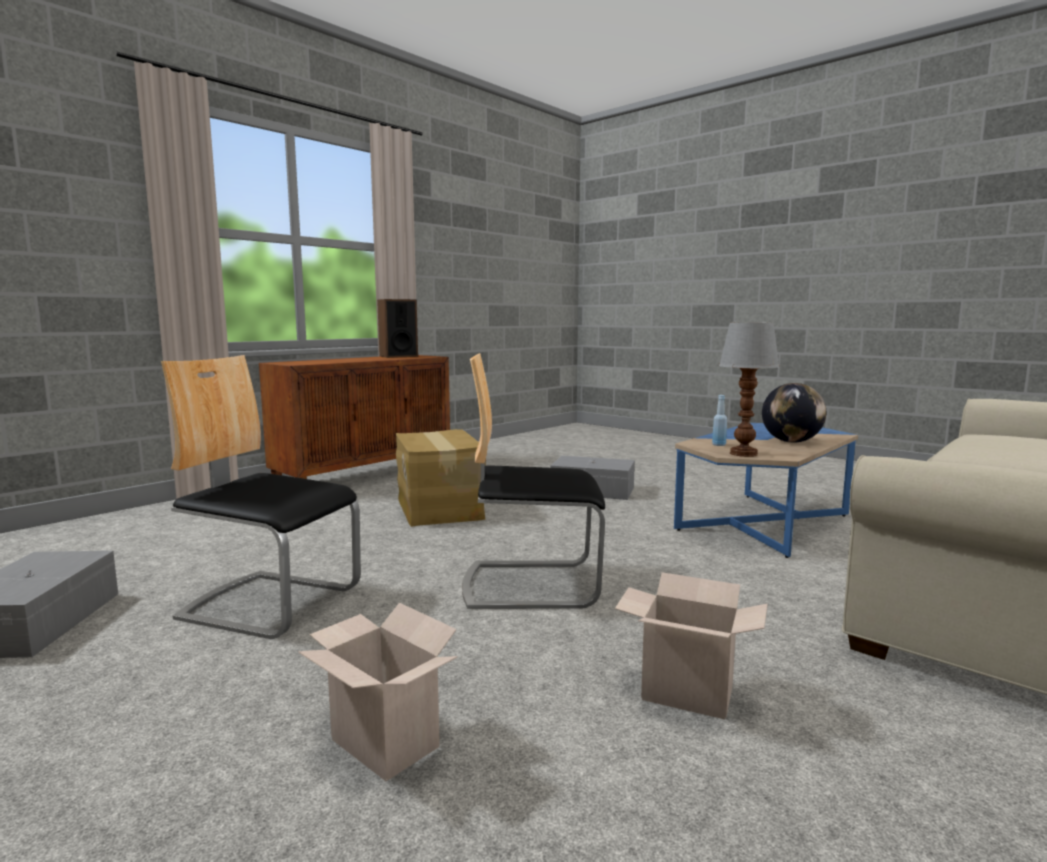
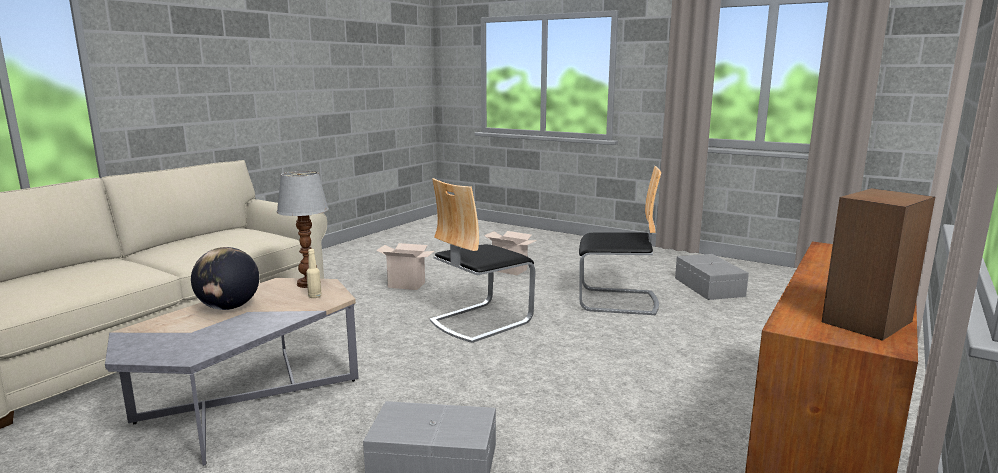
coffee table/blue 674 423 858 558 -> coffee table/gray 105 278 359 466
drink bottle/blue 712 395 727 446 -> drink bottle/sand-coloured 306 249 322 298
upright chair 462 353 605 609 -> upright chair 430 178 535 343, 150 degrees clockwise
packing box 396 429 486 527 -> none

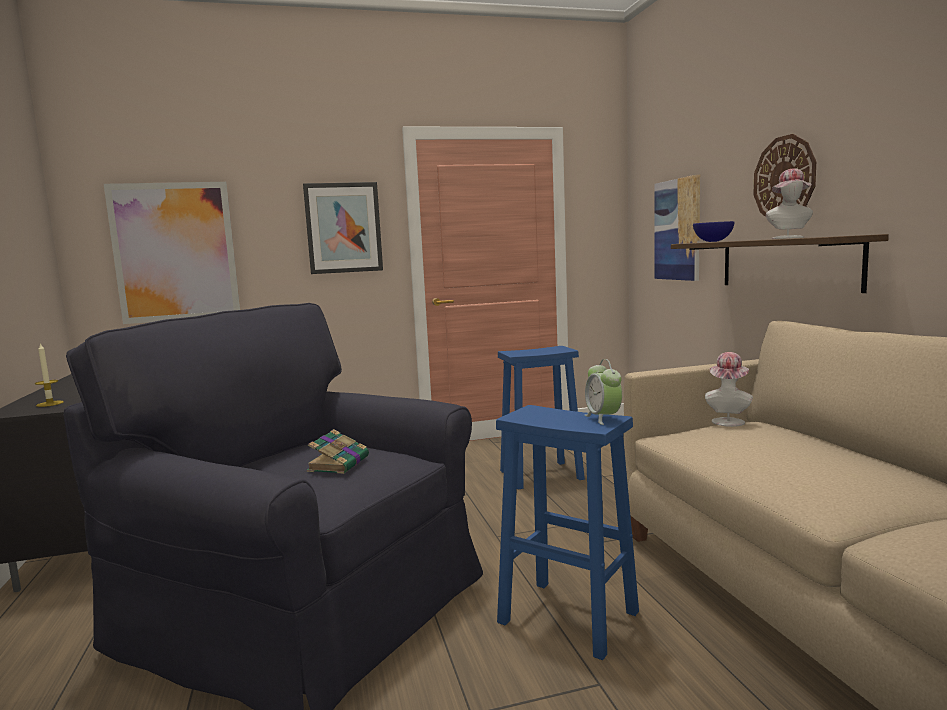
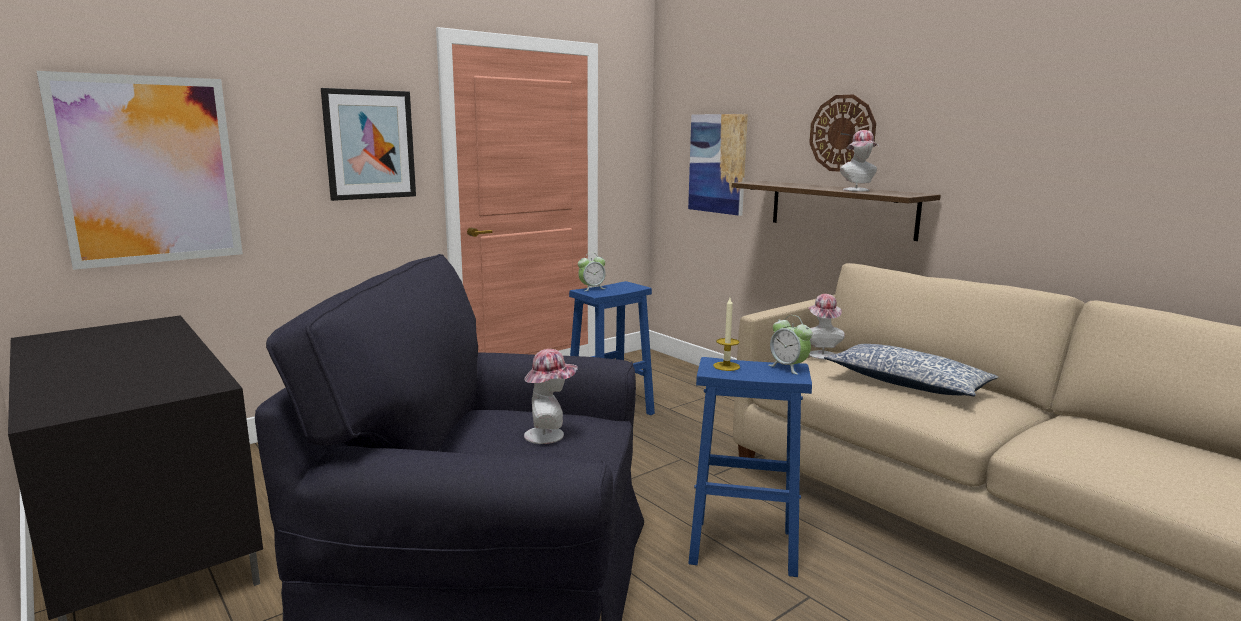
volume 307 429 369 474 -> clothing hat 524 349 578 444
none -> bedside clock 578 253 606 291
wax candle 35 343 64 407 -> wax candle 713 298 740 371, shifted
none -> cushion 824 344 999 397
serving bowl/blue 693 221 734 242 -> none

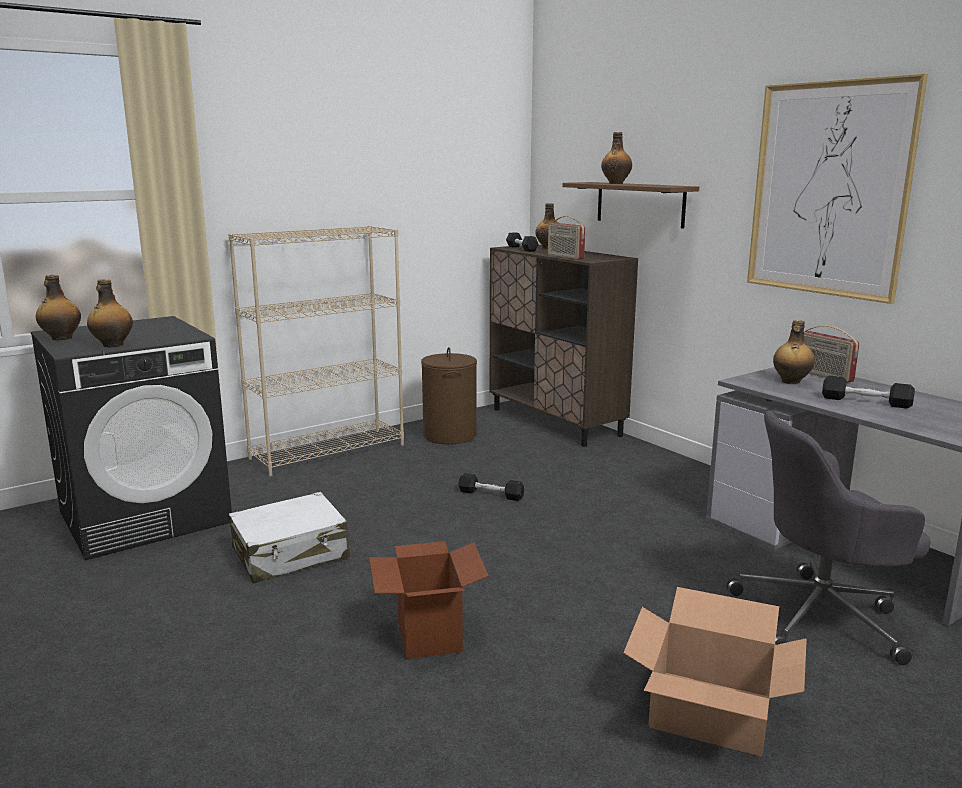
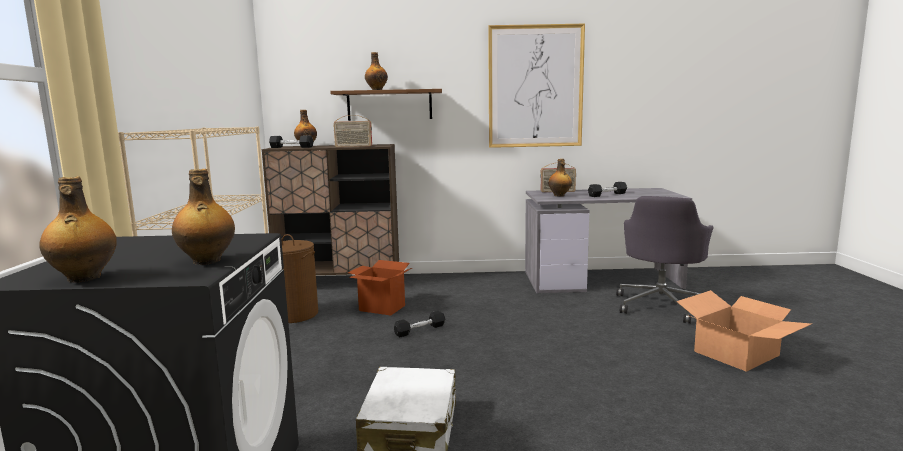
packing box 369 541 489 659 -> packing box 348 260 412 316, shifted

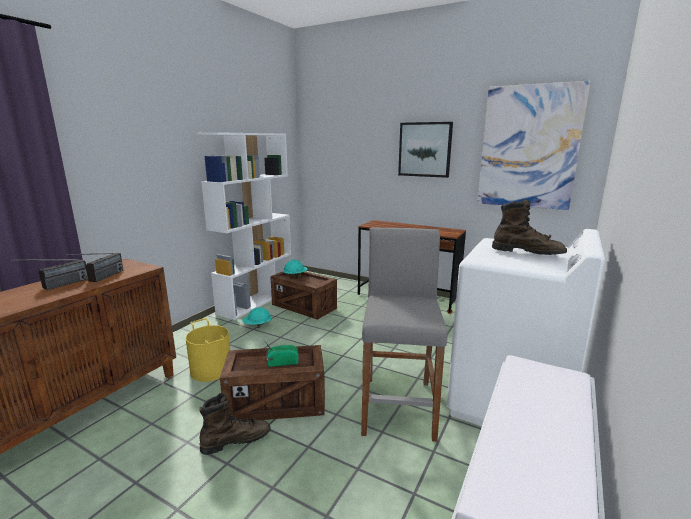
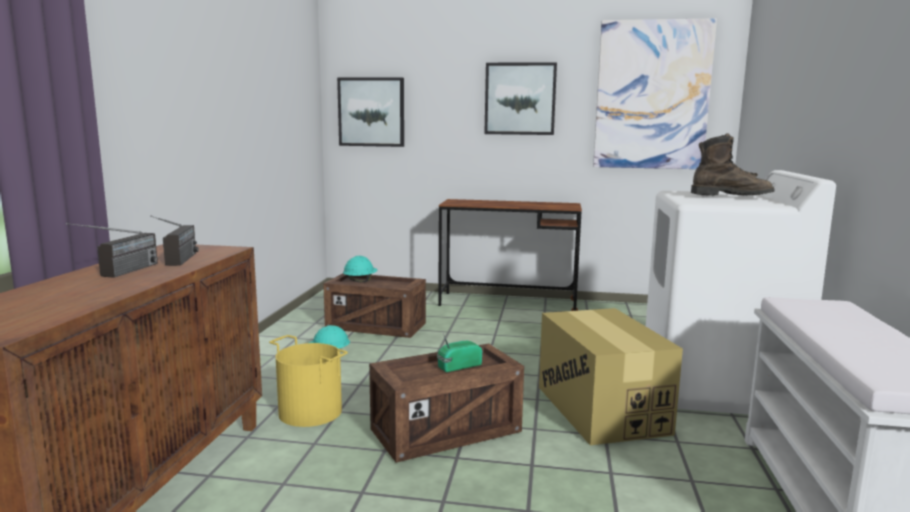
none -> wall art 337 78 404 147
sitting stool/gray 361 227 448 442 -> packing box 539 308 683 445
shelving unit/white-coloured 196 132 291 320 -> none
high-top boot/brownish 199 393 271 455 -> none

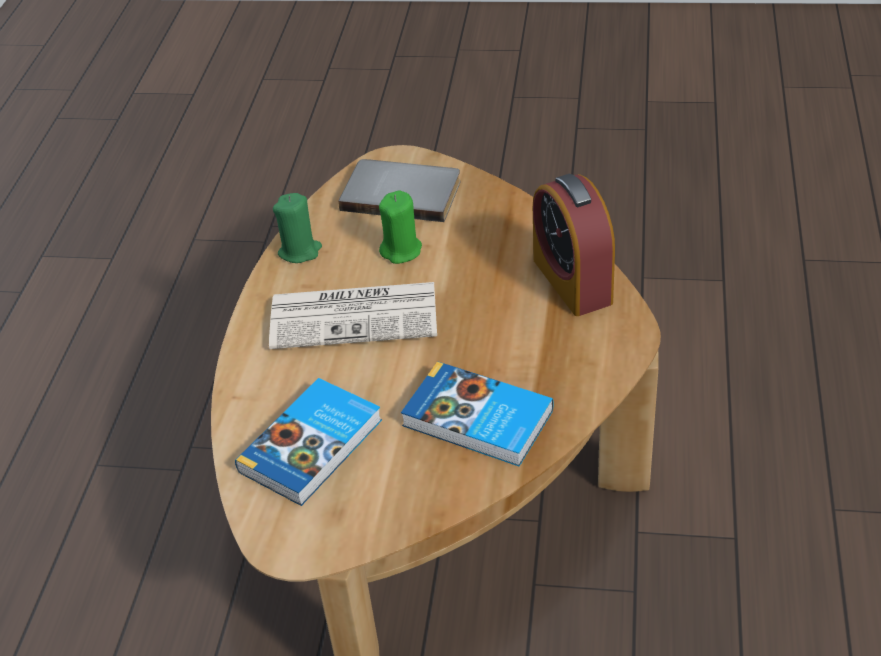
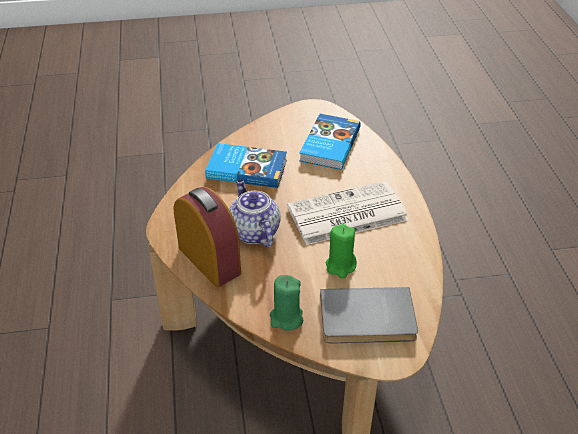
none -> pot for tea 229 179 281 248
wax candle/green-coloured 273 193 322 263 -> wax candle/green-coloured 270 275 303 331, shifted

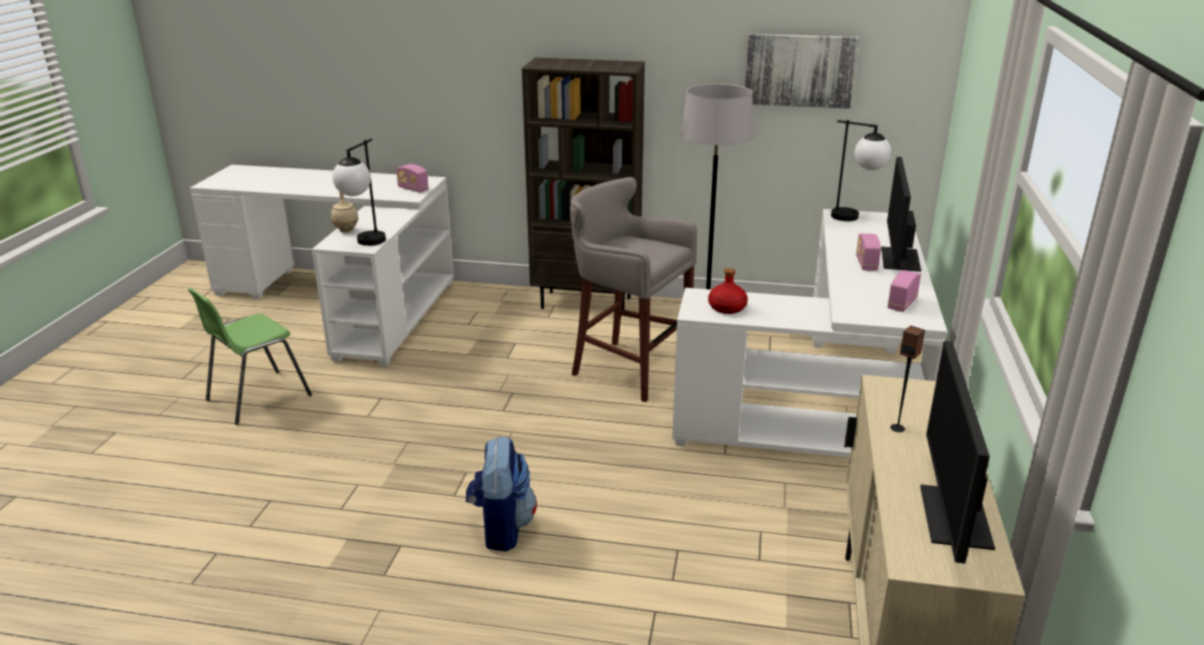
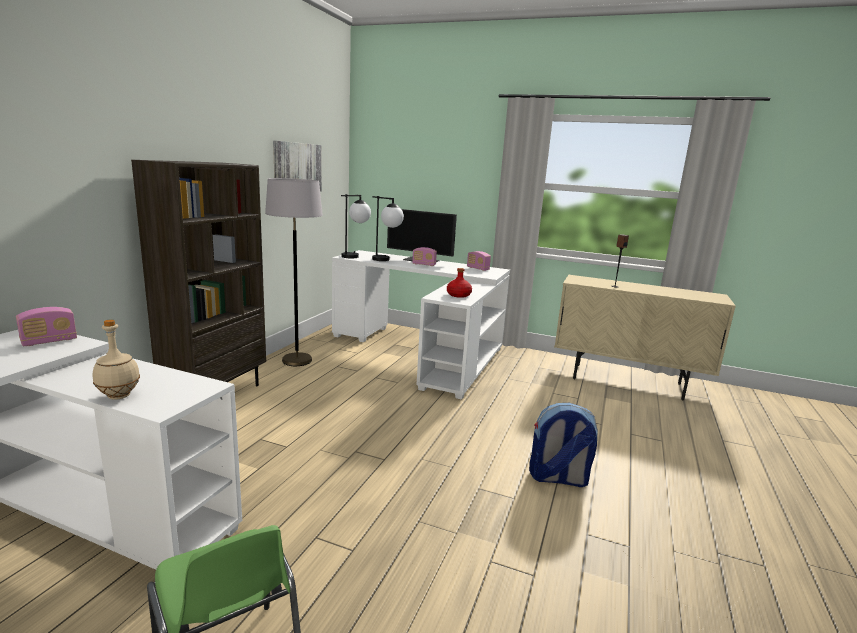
tabletop lamp 332 139 386 246 -> tabletop lamp 372 196 404 261, shifted
sitting stool/gray 570 177 697 402 -> none
computer display 920 341 995 564 -> none

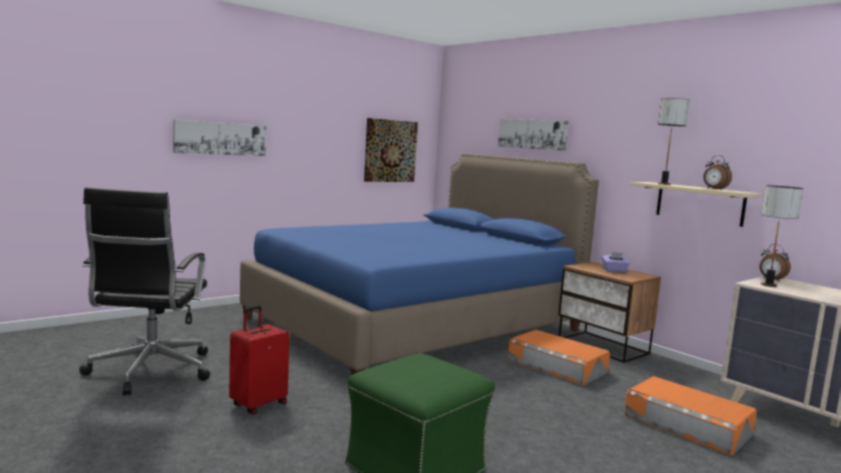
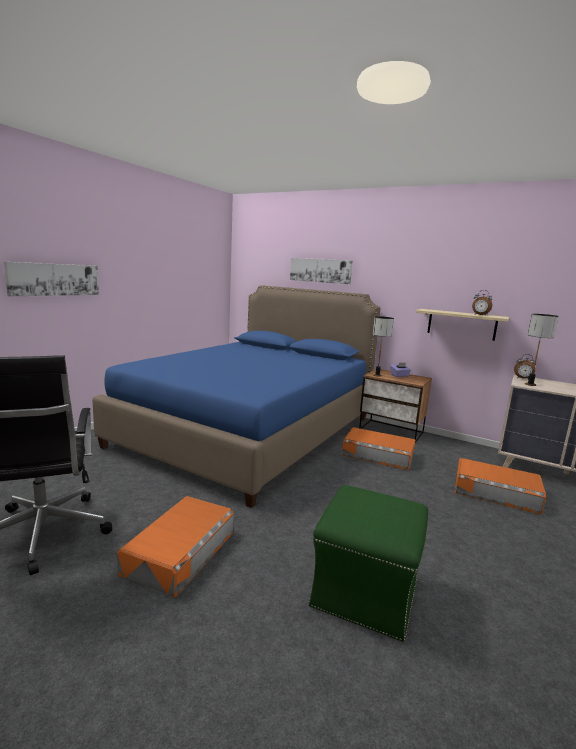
travel case/red-coloured 229 306 290 415 -> storage bin/orange-coloured 117 496 234 598
tabletop lamp 658 98 690 185 -> tabletop lamp 373 316 394 377, shifted
wall art 364 118 418 182 -> none

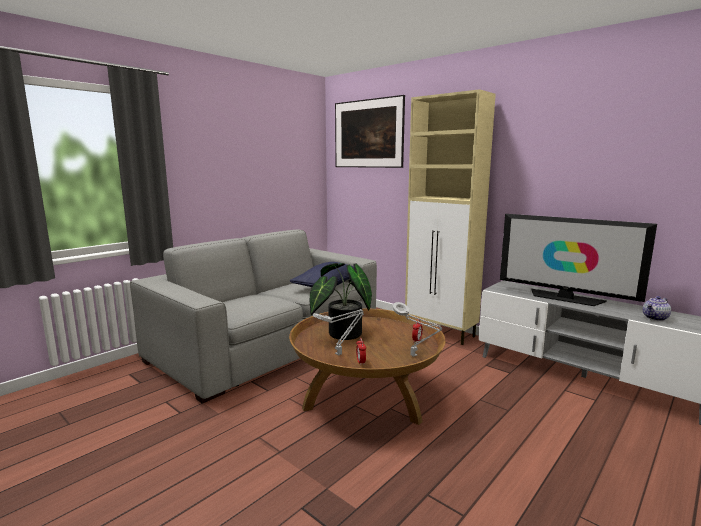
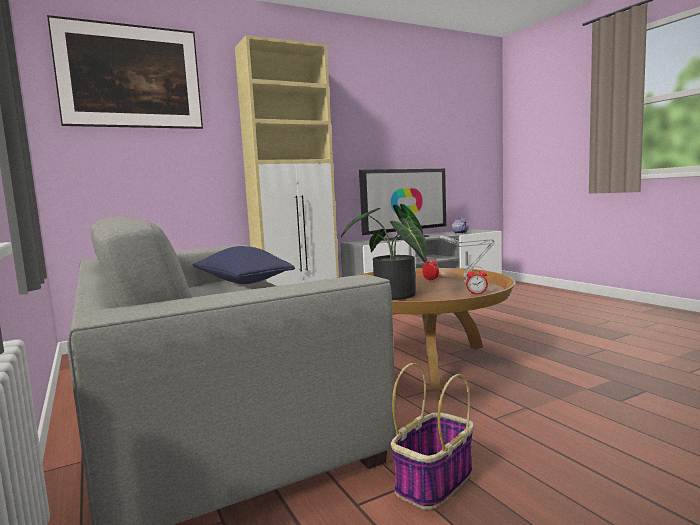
none -> storage basket 391 363 473 510
tabletop lamp/gray 313 309 364 356 -> none

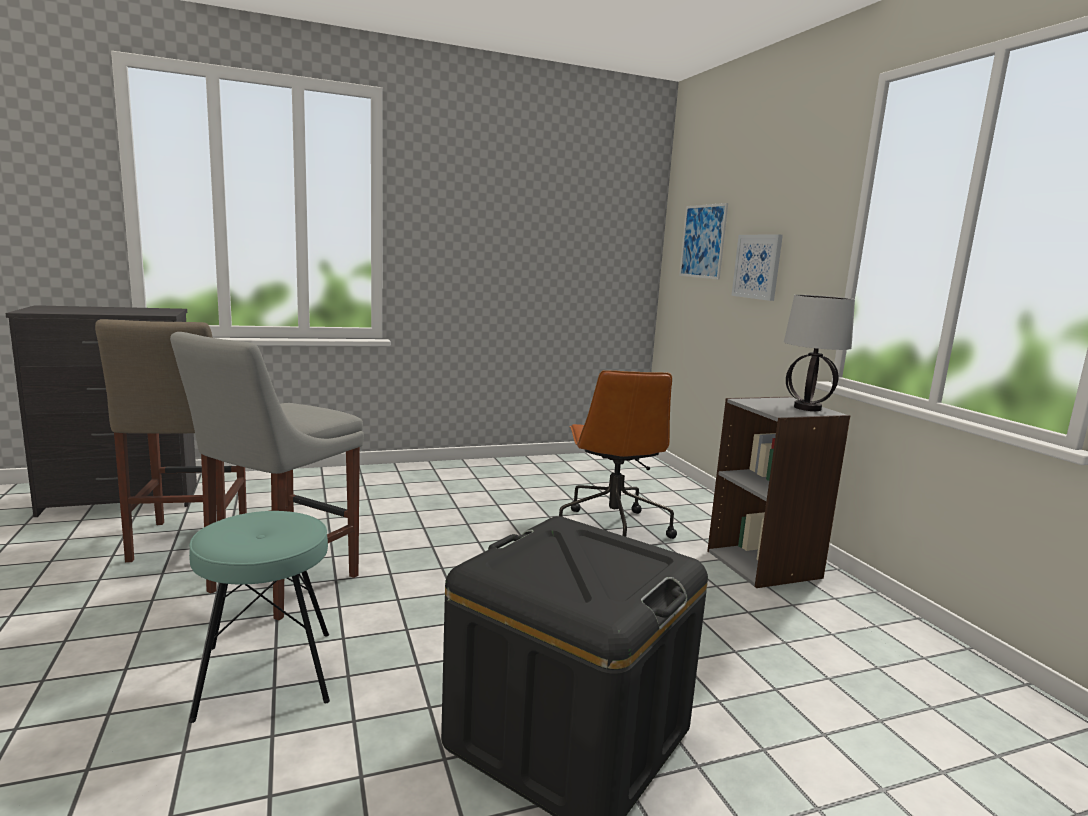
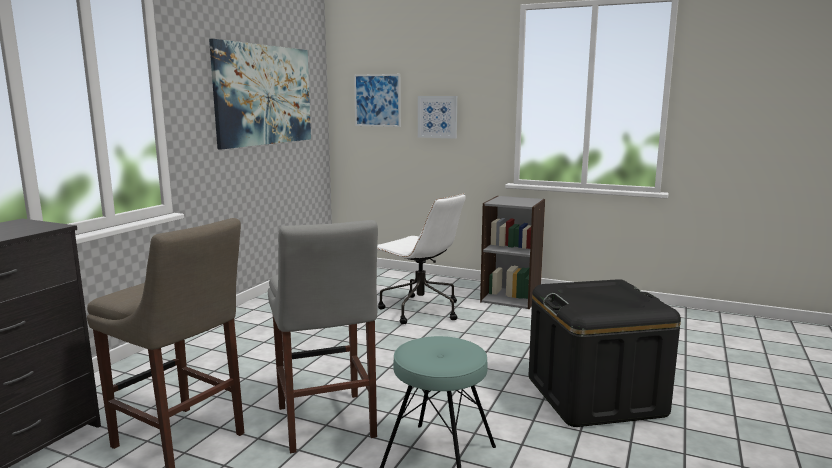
none -> wall art 209 39 311 149
office chair/brownish 559 370 677 539 -> office chair/white-coloured 377 193 466 324
tabletop lamp 784 295 855 411 -> none

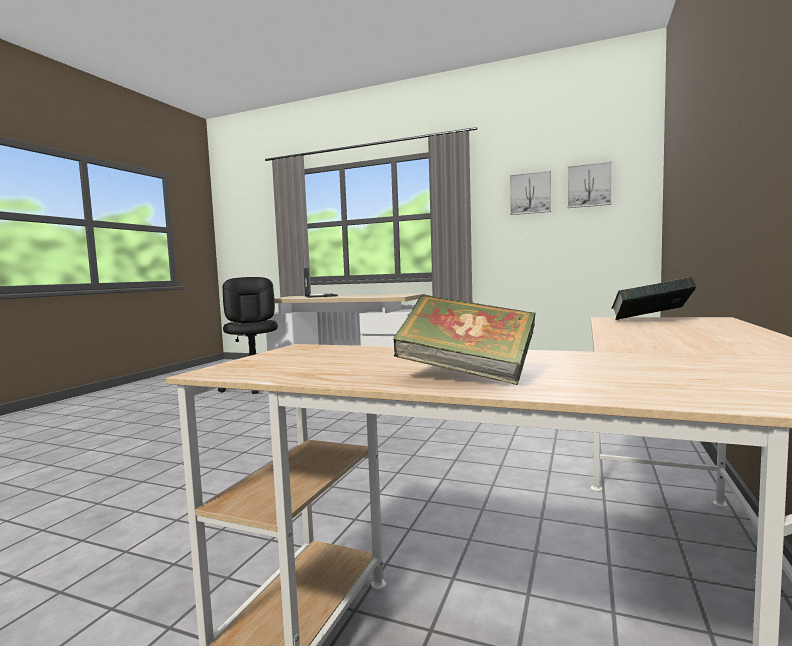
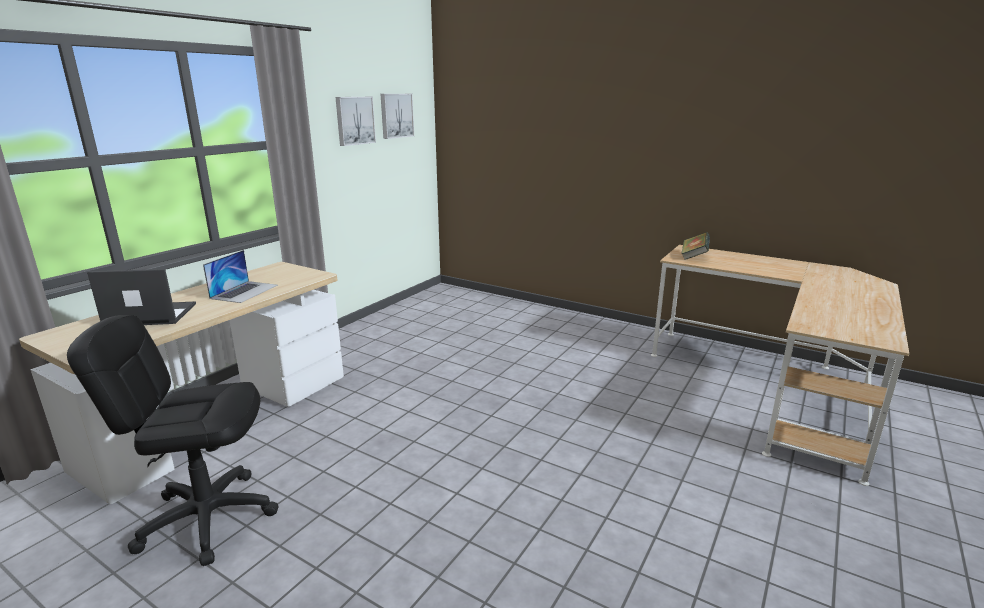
none -> portable computer 203 250 278 303
volume 393 295 536 385 -> none

